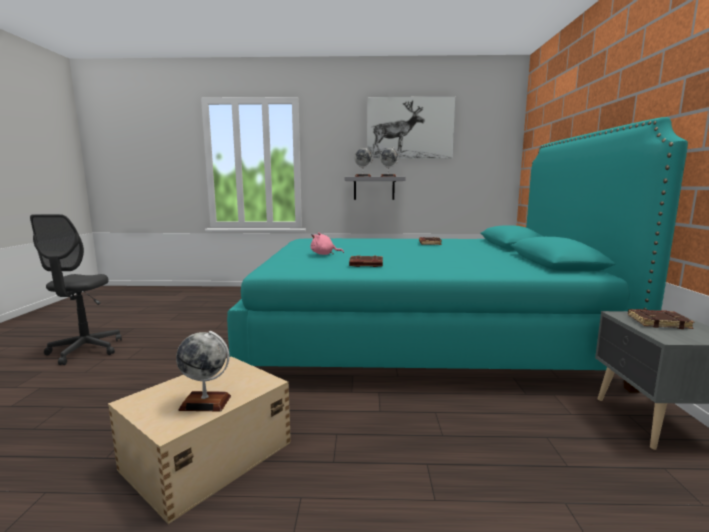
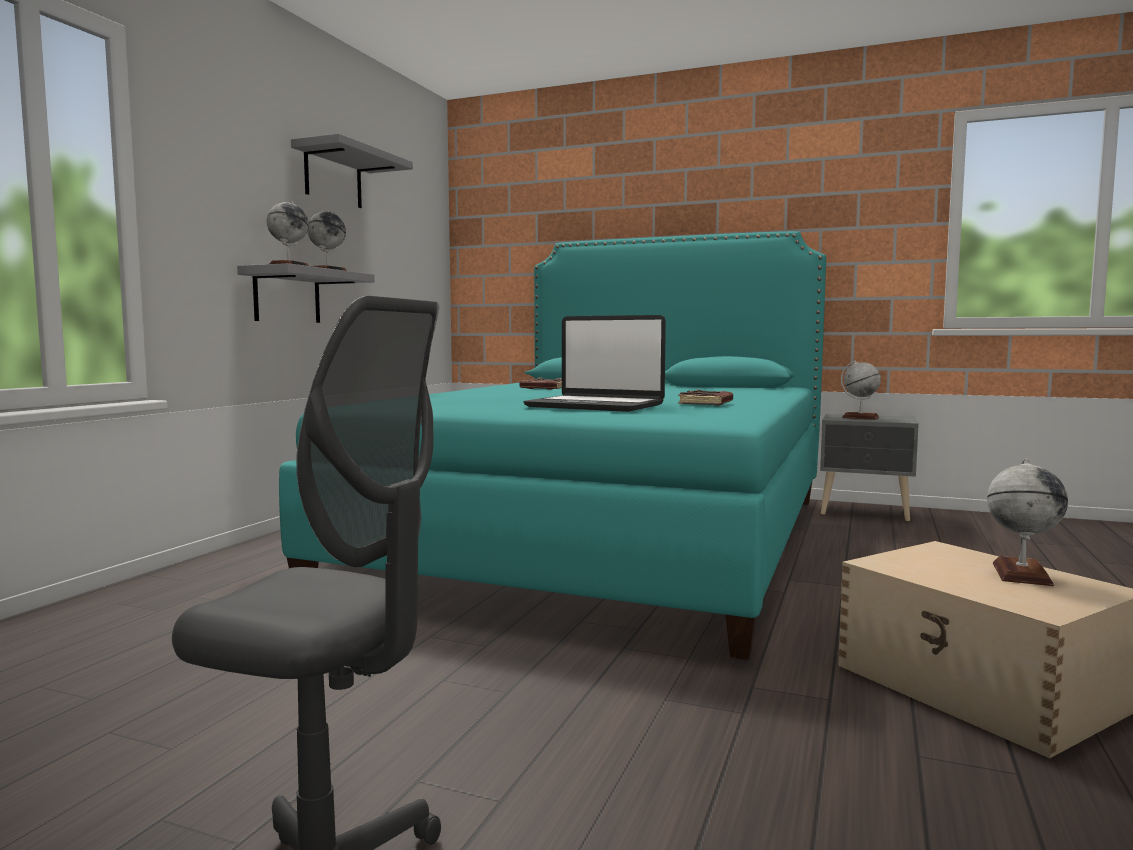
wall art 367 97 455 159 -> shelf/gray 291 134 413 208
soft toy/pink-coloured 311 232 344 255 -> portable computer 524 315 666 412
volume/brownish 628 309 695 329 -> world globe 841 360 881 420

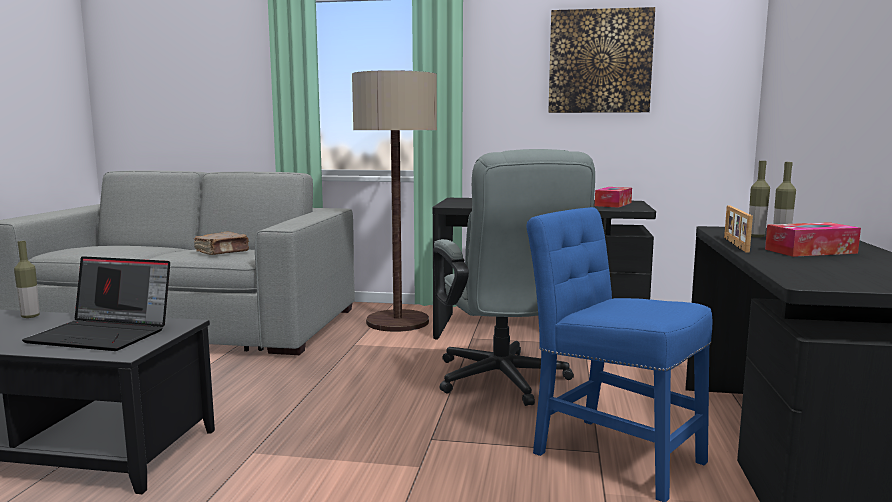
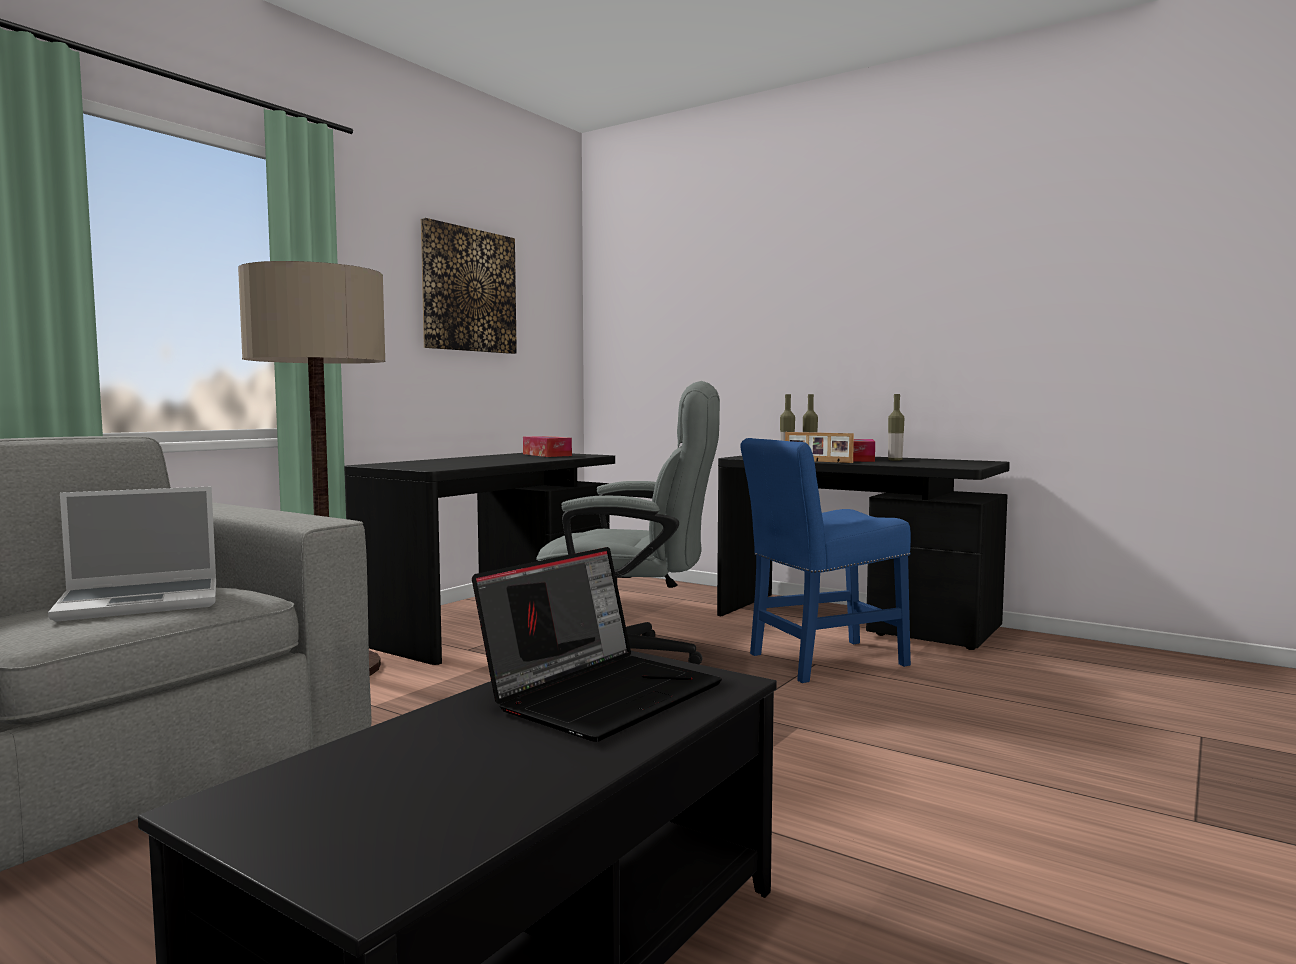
volume/brownish 194 232 249 255 -> portable computer 48 486 216 622
drink bottle 14 241 40 318 -> drink bottle 888 394 904 461, shifted

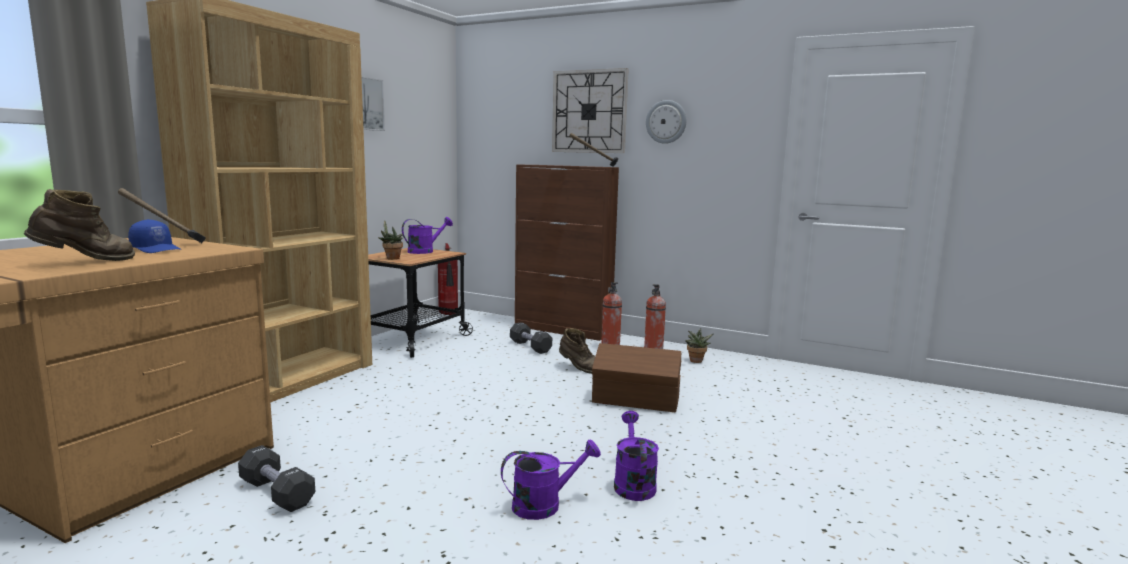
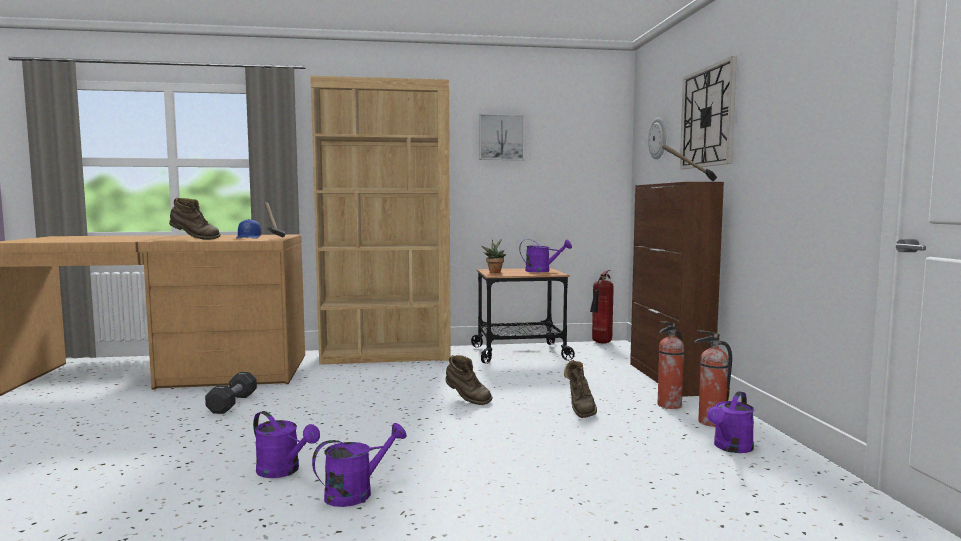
none -> high-top boot/brownish 445 355 493 405
clock on the wall 646 100 686 144 -> clock on the wall 648 118 666 159, shifted
potted plant 685 328 713 363 -> watering pot/purplish 707 391 754 453
hand weight/black-coloured 510 322 552 354 -> none
storage bin/brownish 592 343 681 412 -> none

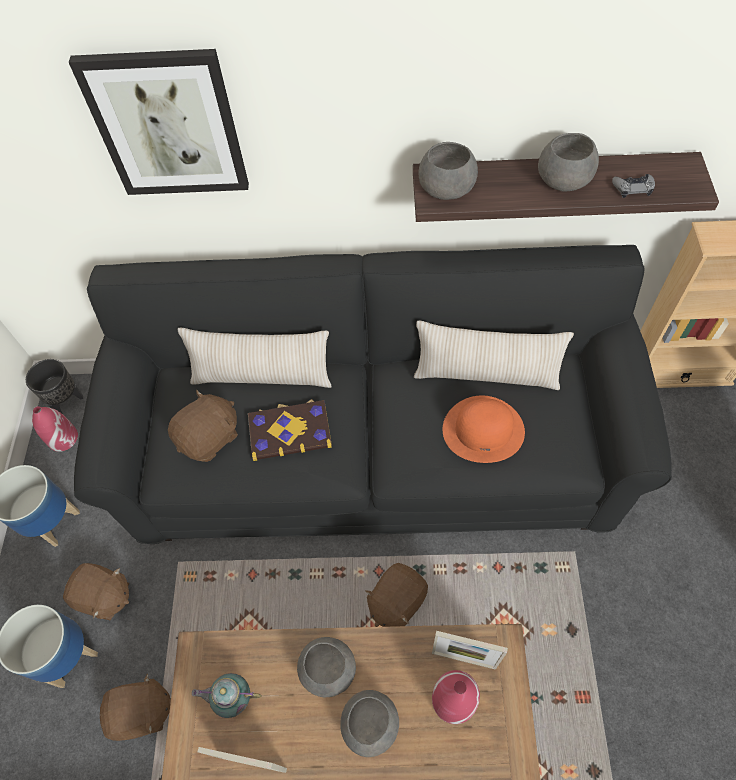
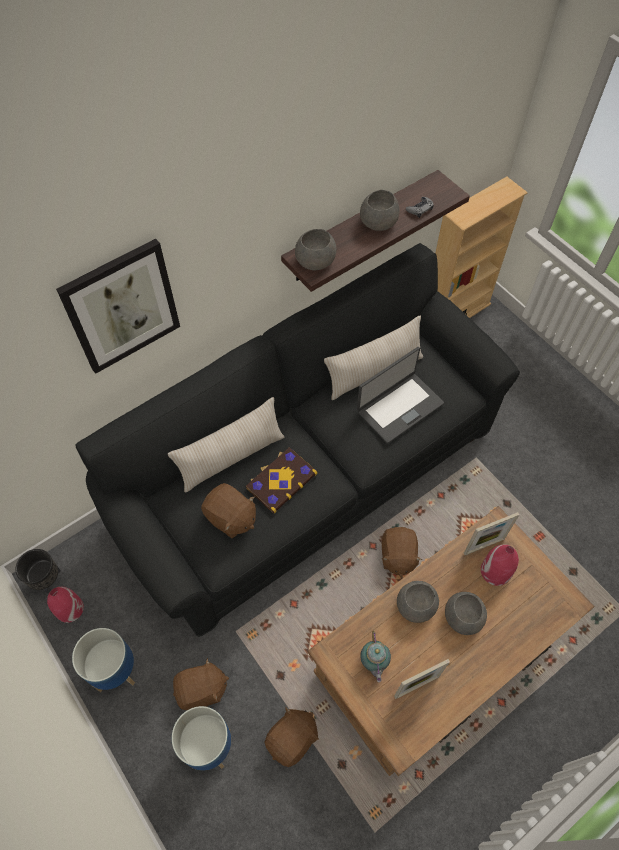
soft toy/brownish 168 390 238 462 -> soft toy/brownish 201 483 256 539, 120 degrees clockwise
clothing hat/orange-coloured 443 396 525 463 -> portable computer 357 347 444 443
pot for tea 192 673 261 718 -> pot for tea 360 631 391 682, 60 degrees counterclockwise

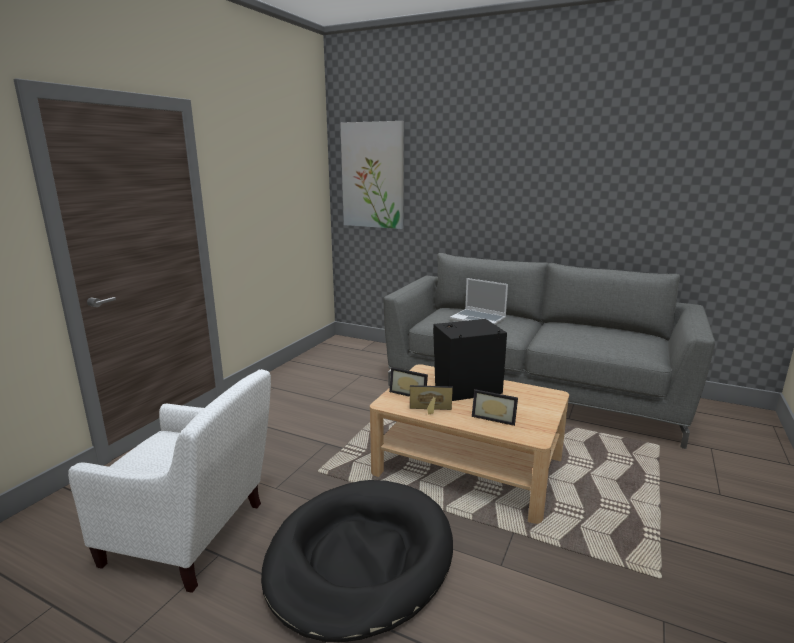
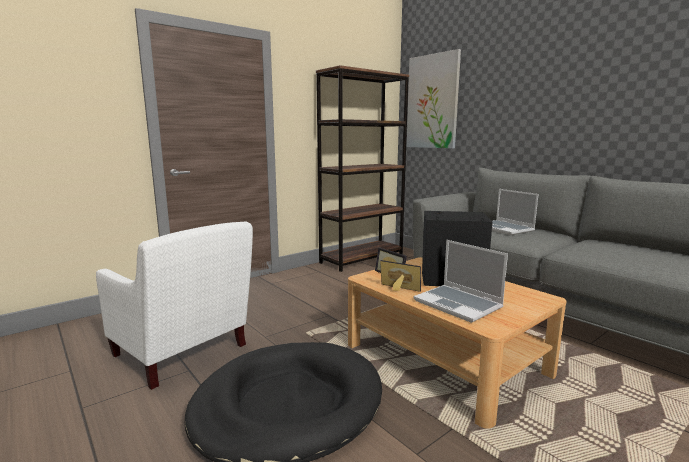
none -> shelving unit/brownish 316 65 409 272
photo frame 472 389 518 426 -> portable computer 414 240 508 323

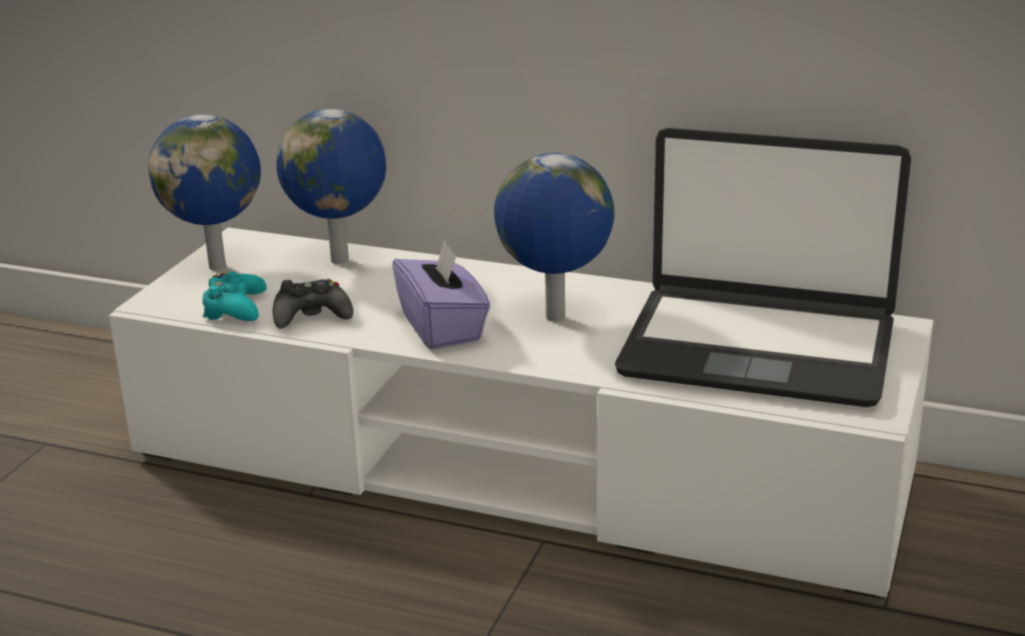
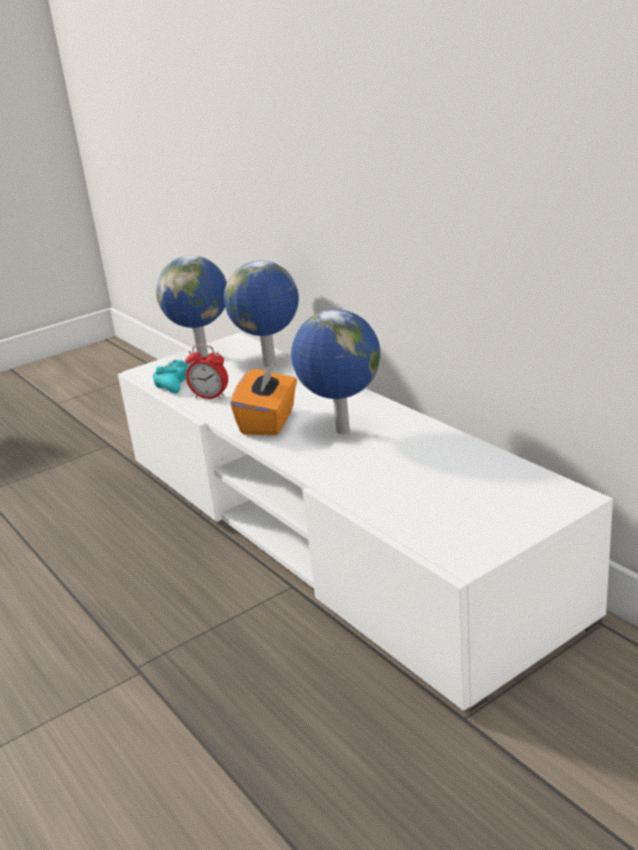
game controller/black-coloured 273 279 353 329 -> bedside clock 185 345 228 400
tissue holder/purplish 392 239 490 350 -> tissue holder/orange-coloured 230 361 297 435
portable computer 615 128 911 407 -> none

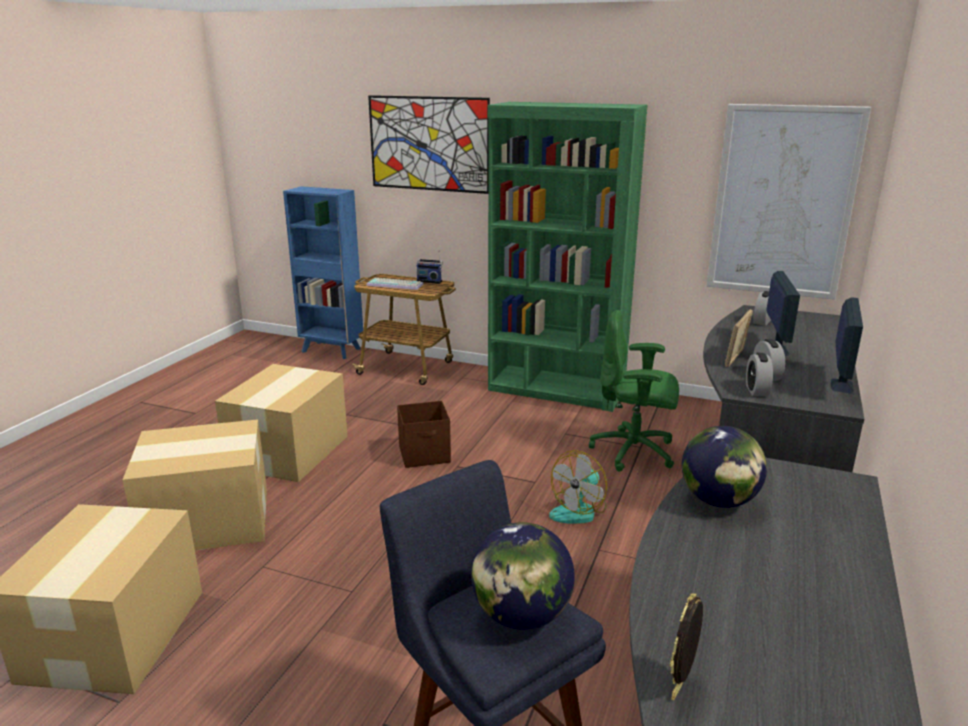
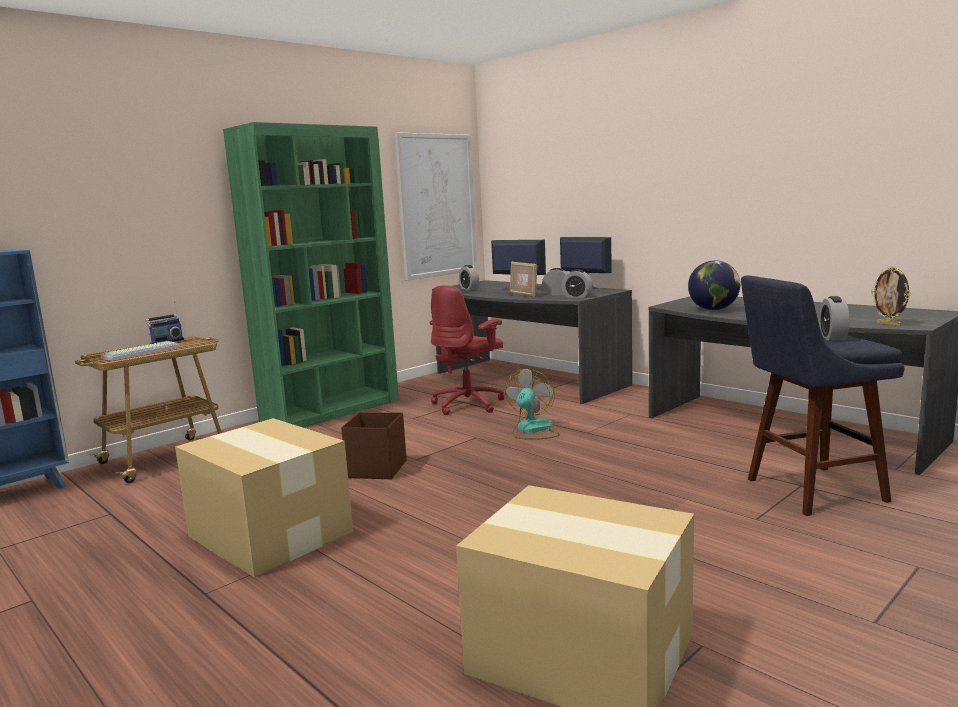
office chair/green-coloured 589 310 679 472 -> office chair/red-coloured 430 285 504 415
electric fan 549 450 607 524 -> electric fan 504 369 560 440, 135 degrees counterclockwise
world globe 471 522 575 630 -> bedside clock 819 296 849 341
packing box 122 419 267 550 -> none
wall art 368 95 490 194 -> none

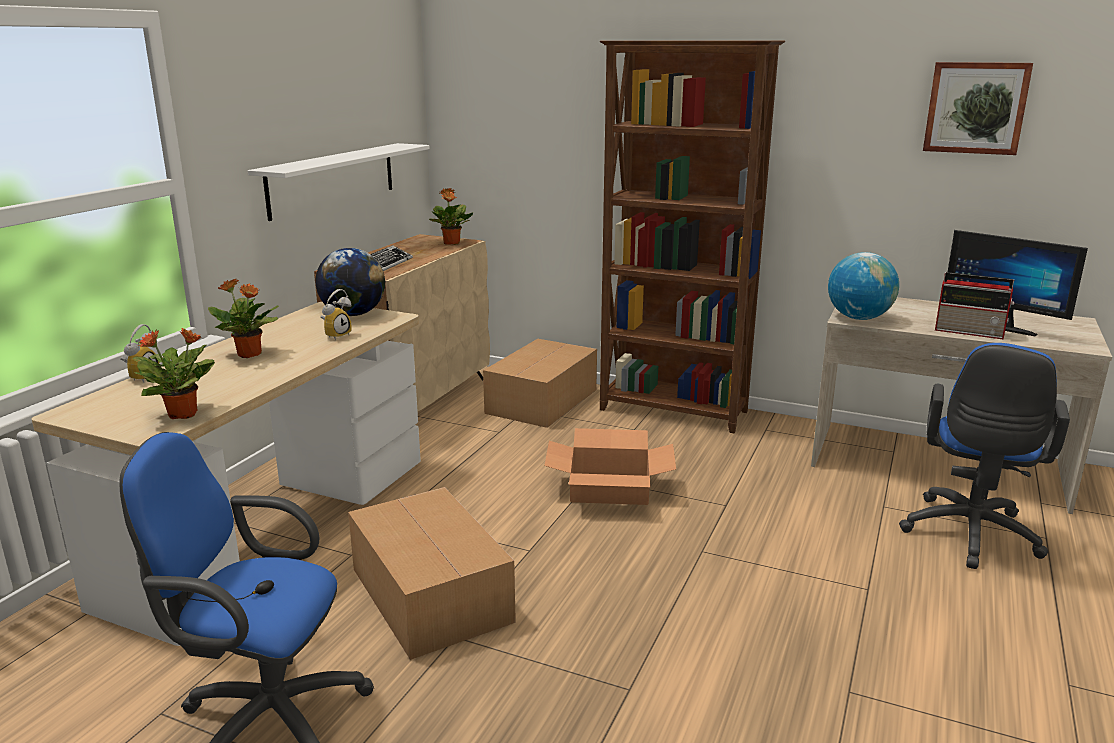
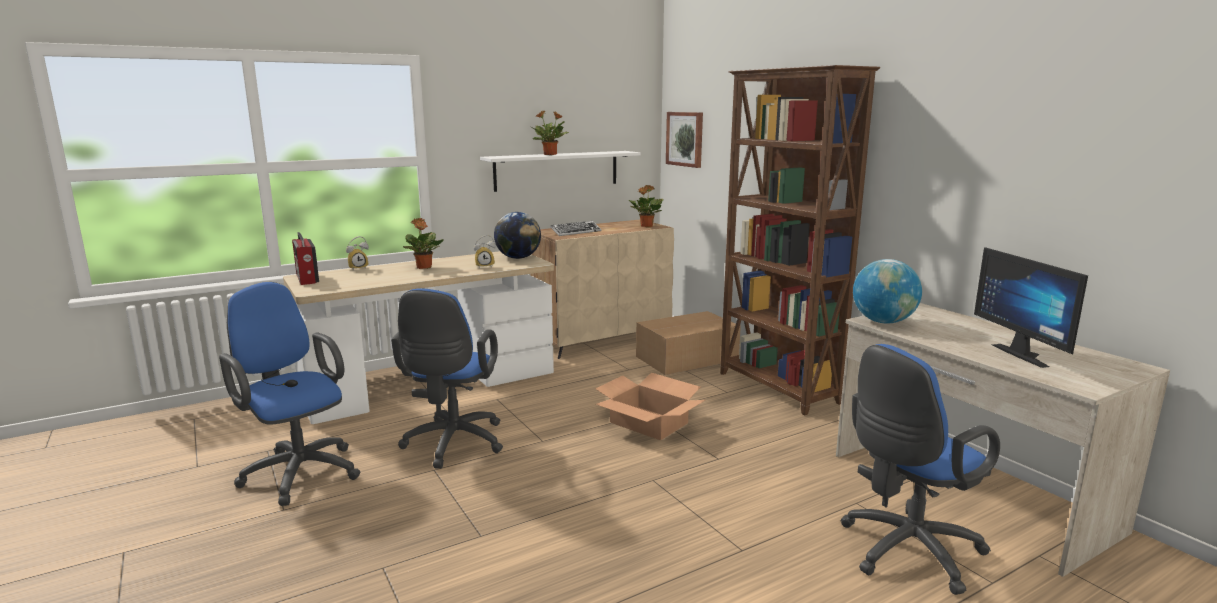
radio receiver 935 272 1014 339 -> radio receiver 292 232 319 285, shifted
packing box 348 487 516 660 -> office chair/blue 391 288 503 469
potted plant 132 328 215 419 -> potted plant 533 110 569 155, shifted
wall art 923 62 1033 155 -> wall art 666 112 703 168, shifted

